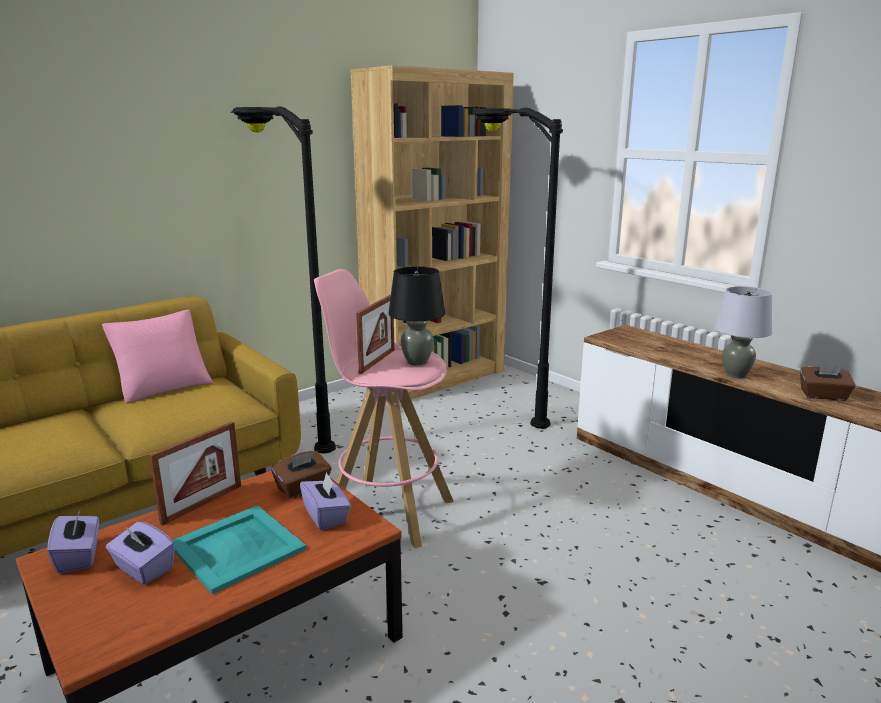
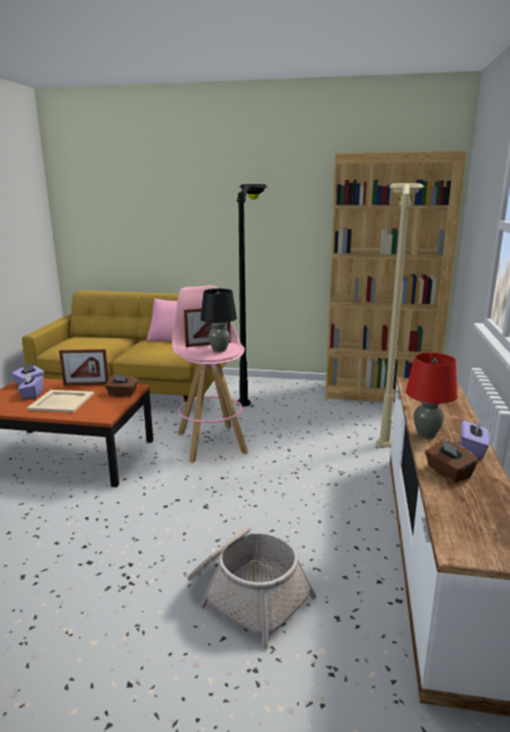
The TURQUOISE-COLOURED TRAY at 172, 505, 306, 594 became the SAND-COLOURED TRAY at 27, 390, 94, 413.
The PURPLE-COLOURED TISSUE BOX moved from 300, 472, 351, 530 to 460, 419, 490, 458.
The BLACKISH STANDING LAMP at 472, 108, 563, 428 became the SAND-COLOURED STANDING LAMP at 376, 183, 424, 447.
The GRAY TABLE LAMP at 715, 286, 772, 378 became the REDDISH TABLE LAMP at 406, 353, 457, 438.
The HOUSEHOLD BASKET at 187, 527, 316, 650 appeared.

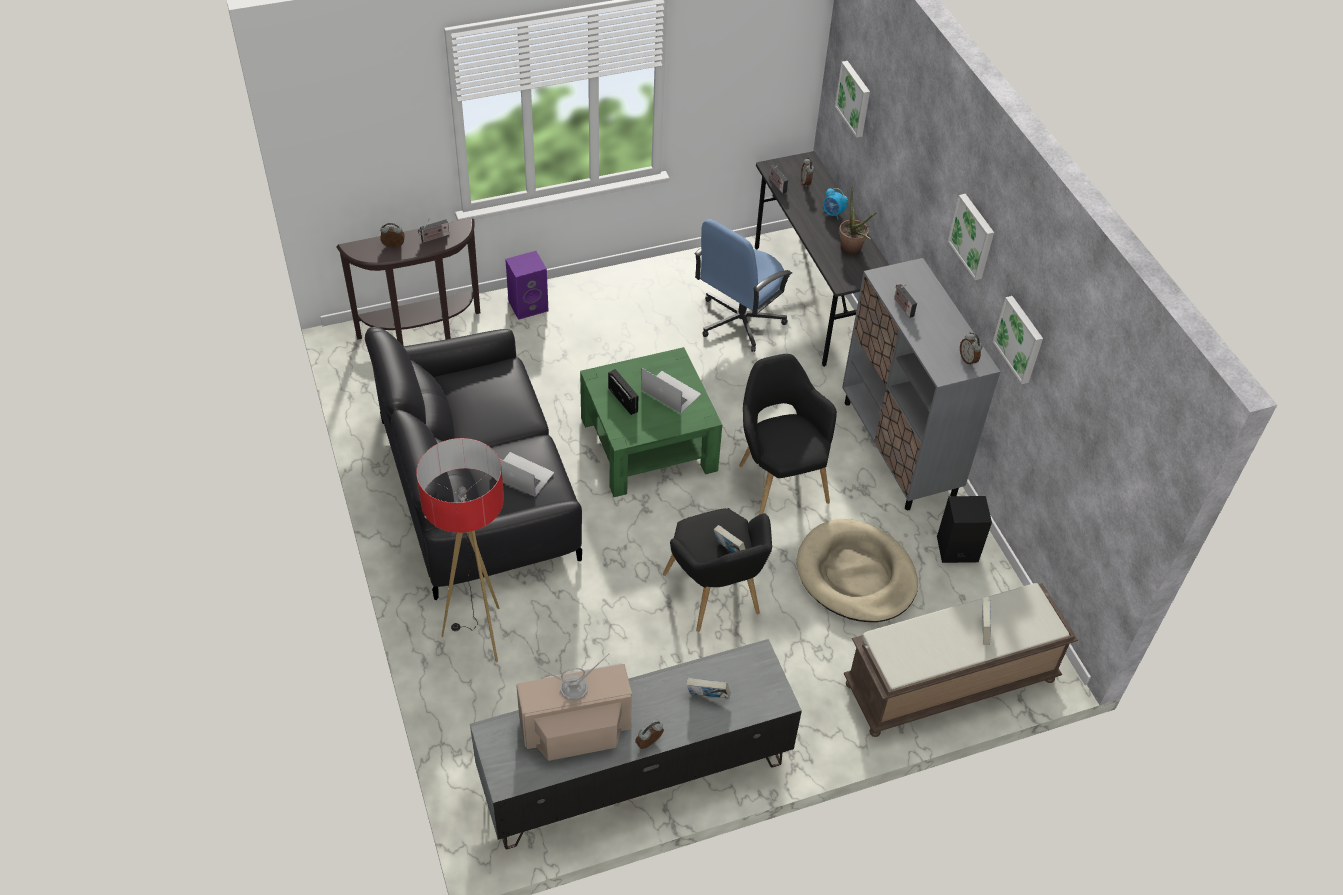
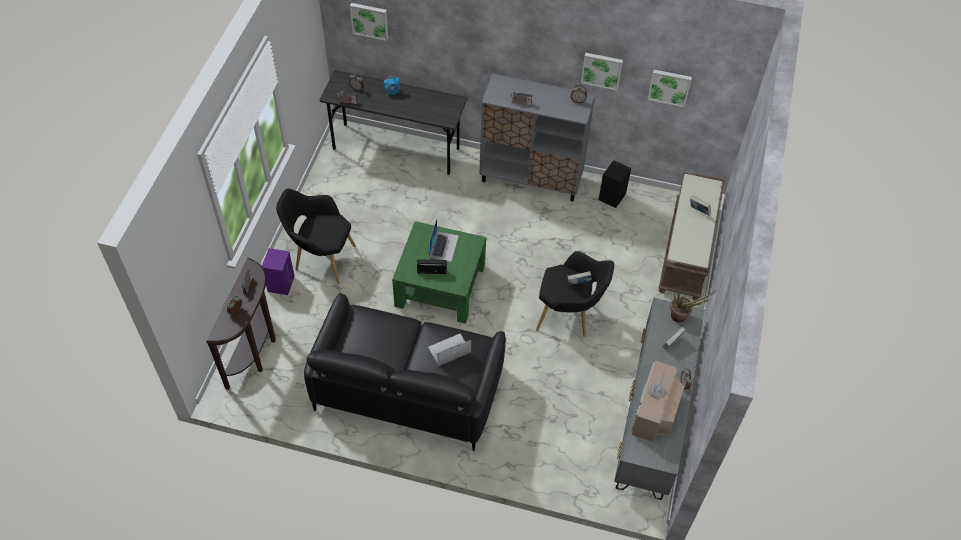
The STANDING LAMP at 416, 438, 504, 662 disappeared.
The NOTEBOOK COMPUTER at 641, 368, 701, 414 turned 120 degrees clockwise.
The BLUE COMPUTER CHAIR at 695, 219, 792, 352 disappeared.
The BLACKISH LOUNGE CHAIR moved from 739, 354, 837, 515 to 276, 188, 356, 284.
The SAND-COLOURED DOG BED at 797, 519, 918, 622 disappeared.
The HOUSEPLANT moved from 839, 185, 877, 255 to 670, 285, 717, 323.
The WALL PICTURE moved from 948, 194, 994, 280 to 648, 70, 692, 107.

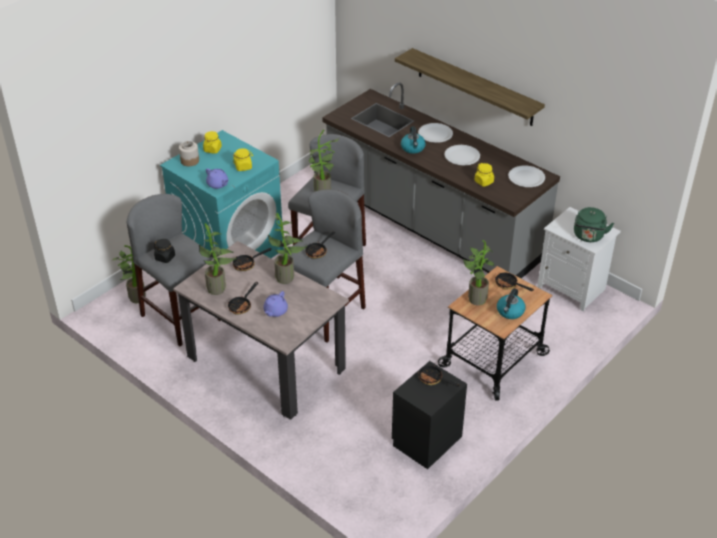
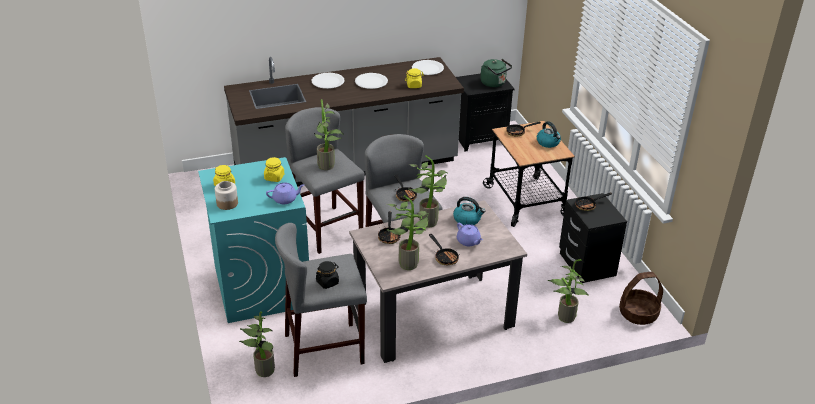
The BRACKET SHELF at 395, 48, 545, 126 disappeared.
The TEA KETTLE moved from 401, 126, 426, 154 to 453, 197, 485, 225.
The HOUSEPLANT moved from 463, 240, 494, 305 to 548, 259, 589, 323.
The WHITE NIGHTSTAND at 537, 207, 621, 312 became the BLACKISH NIGHTSTAND at 456, 74, 514, 151.
The HOUSEHOLD BASKET at 619, 272, 663, 325 appeared.

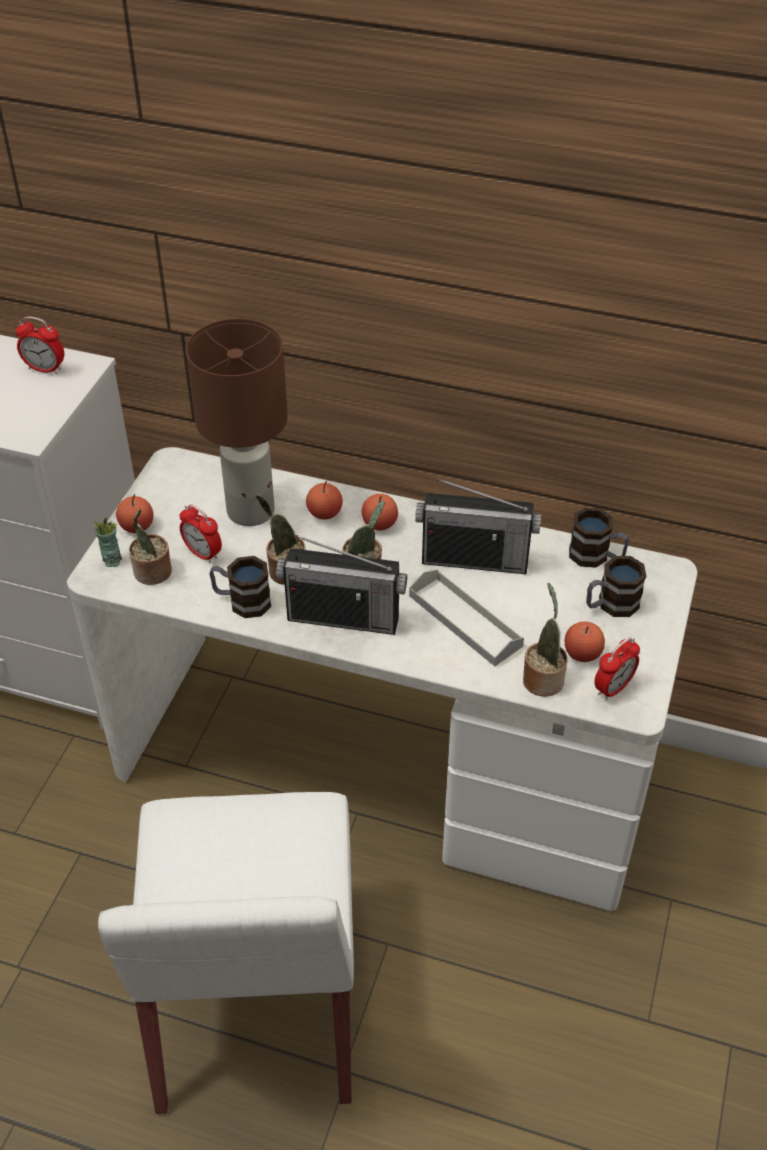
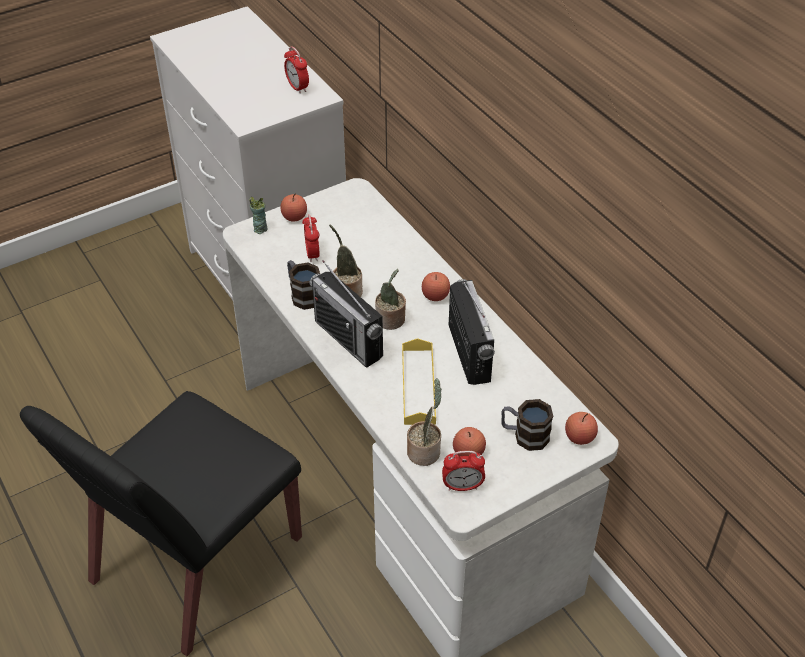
The WHITE PLAIN CHAIR at 98, 792, 354, 1114 became the BLACKISH PLAIN CHAIR at 20, 391, 302, 656.
The HOUSEPLANT at 129, 508, 172, 585 disappeared.
The BROWN TABLE LAMP at 186, 318, 288, 526 disappeared.
The APPLE FRUIT moved from 306, 481, 343, 520 to 565, 412, 598, 445.
The GRAY TRAY at 409, 569, 524, 666 became the YELLOW TRAY at 402, 338, 436, 425.
The RADIO RECEIVER at 415, 478, 541, 574 turned 150 degrees counterclockwise.
The TEA MUG at 569, 508, 629, 568 disappeared.

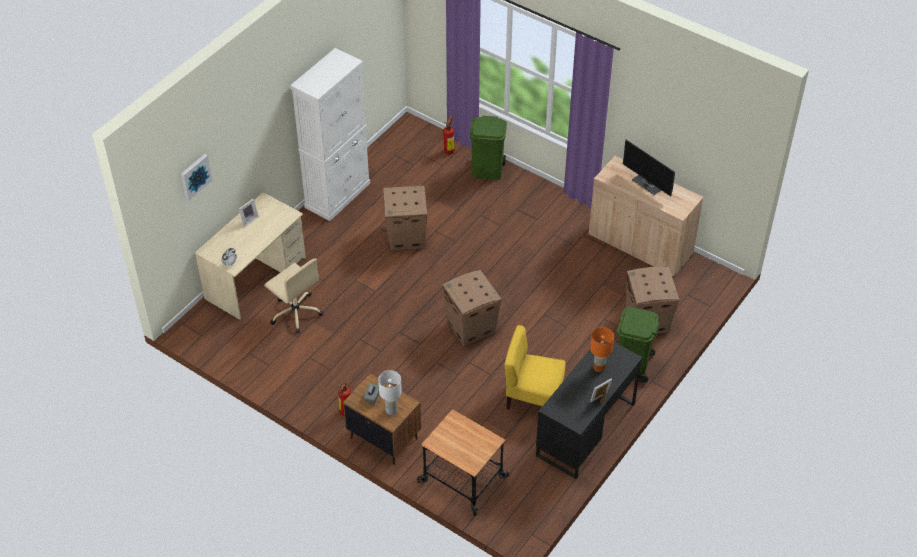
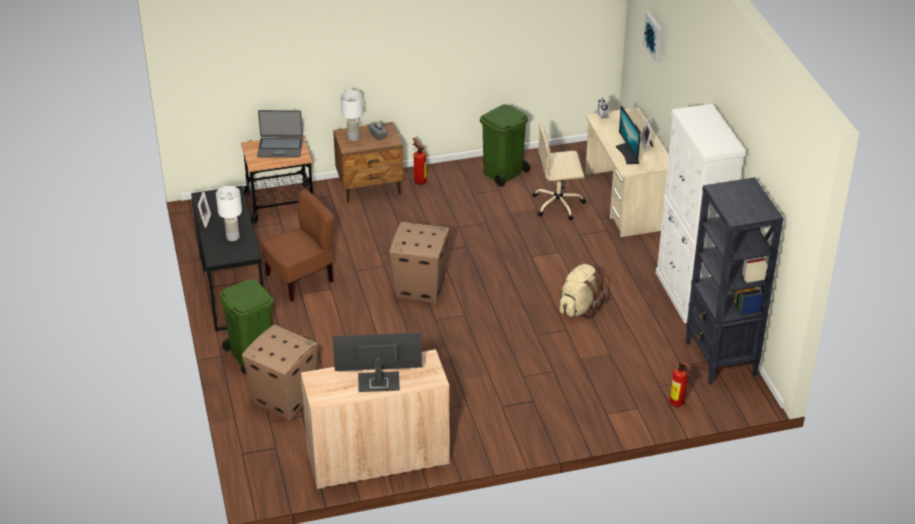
The CARTON at 383, 186, 427, 250 was replaced by the SAND-COLOURED KNAPSACK at 560, 264, 606, 319.
The GREENISH RUBBISH BIN moved from 470, 116, 507, 180 to 480, 104, 530, 187.
The YELLOW PLAIN CHAIR at 505, 325, 566, 409 became the BROWN PLAIN CHAIR at 261, 189, 334, 301.
The ORANGE TABLE LAMP at 590, 327, 614, 372 became the WHITE TABLE LAMP at 216, 186, 242, 241.
The NOTEBOOK COMPUTER at 257, 110, 303, 158 appeared.
The MONITOR at 616, 106, 641, 164 appeared.
The BLACKISH SHELVING UNIT at 685, 177, 784, 385 appeared.

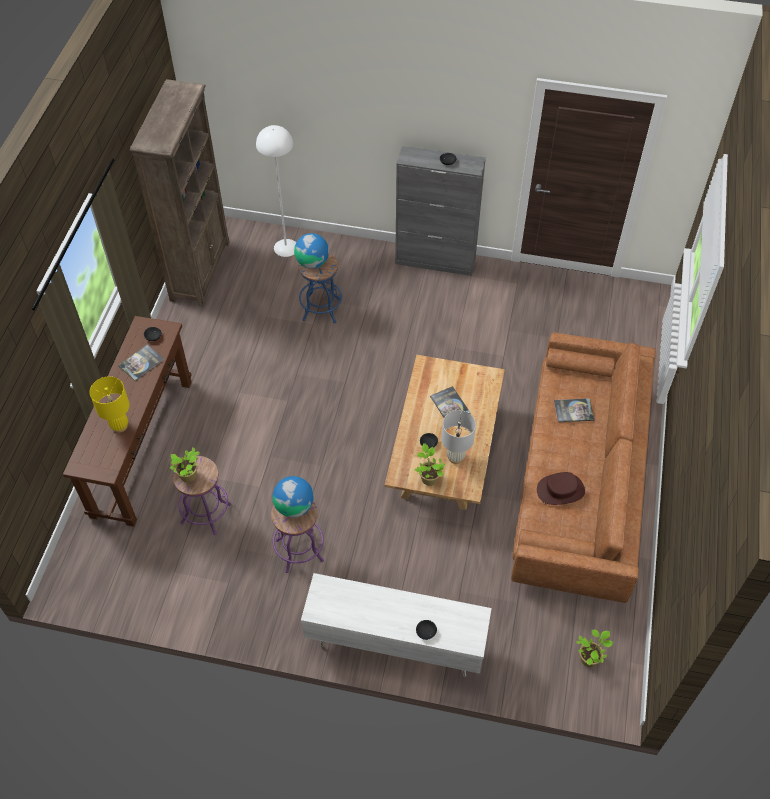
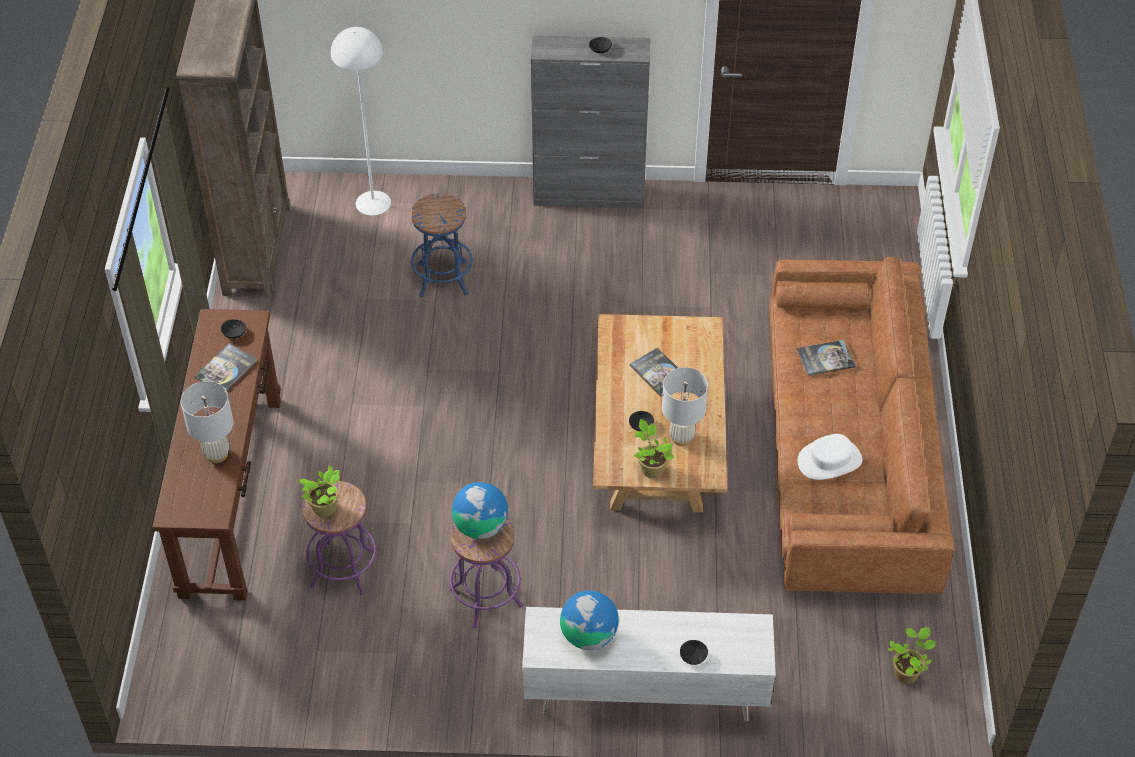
The YELLOW TABLE LAMP at 89, 376, 129, 433 became the WHITE TABLE LAMP at 181, 381, 233, 463.
The WORLD GLOBE moved from 294, 233, 329, 269 to 560, 590, 619, 650.
The BROWN WEARABLE HAT at 537, 472, 585, 505 became the WHITE WEARABLE HAT at 798, 434, 862, 480.

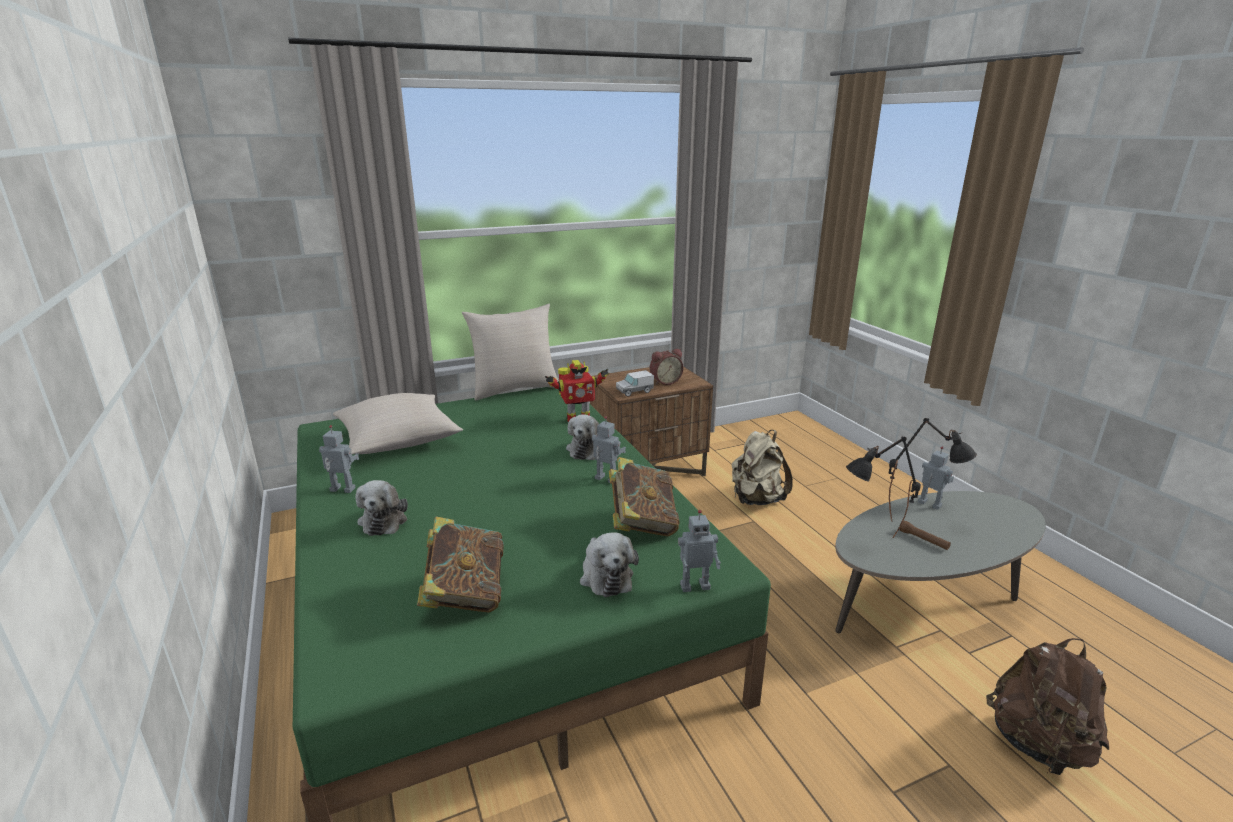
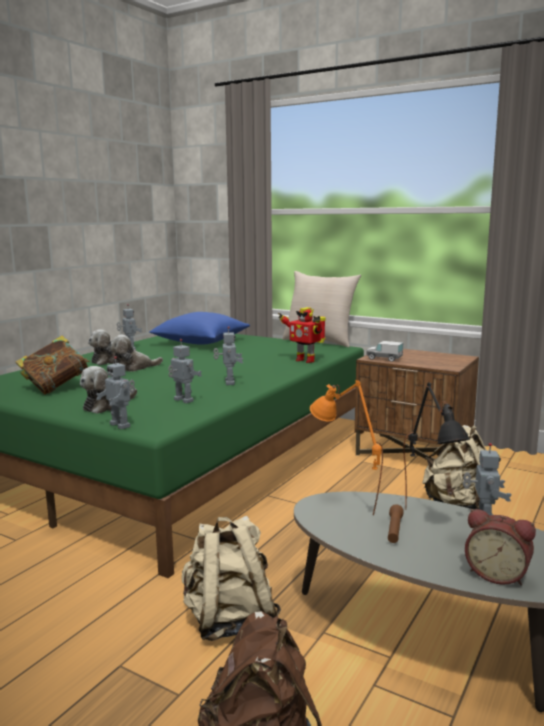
The SAND-COLOURED PILLOW at 333, 393, 463, 454 became the BLUE PILLOW at 149, 312, 250, 344.
The SOFT TOY moved from 566, 414, 599, 460 to 109, 335, 163, 371.
The BOOK at 609, 457, 680, 536 was replaced by the MODEL ROBOT at 168, 339, 202, 404.
The BEDSIDE CLOCK moved from 650, 349, 683, 385 to 465, 509, 536, 586.
The BLACKISH TABLE LAMP at 846, 436, 921, 538 became the ORANGE TABLE LAMP at 310, 380, 383, 515.
The SAND-COLOURED KNAPSACK at 182, 516, 281, 641 appeared.

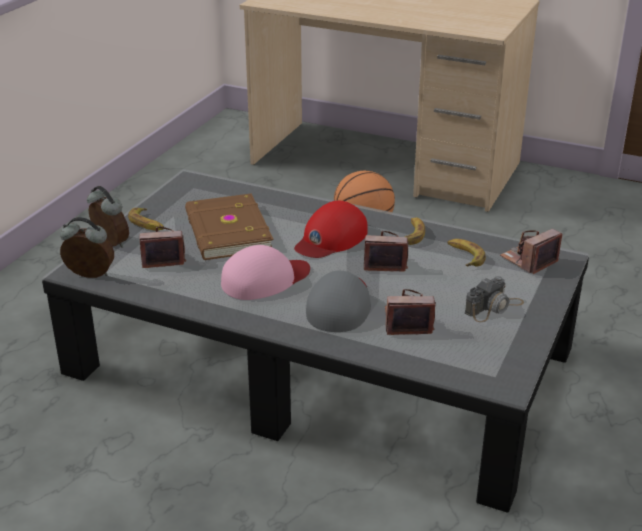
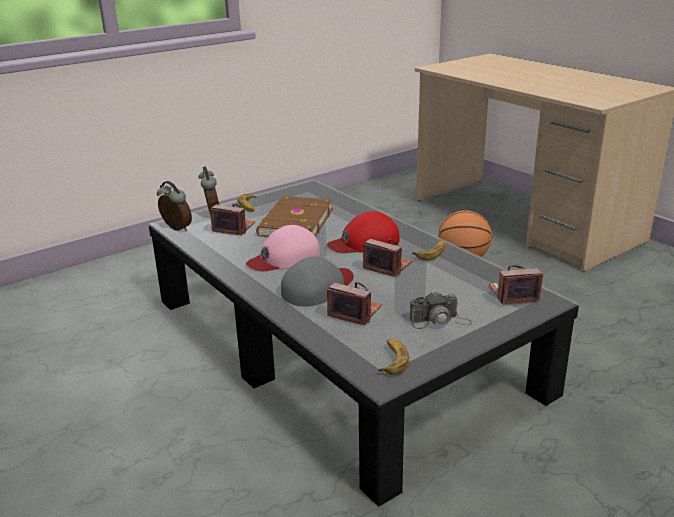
The PINKISH PEAKED CAP at 221, 245, 310, 300 turned 150 degrees clockwise.
The BANANA FRUIT moved from 447, 239, 486, 267 to 378, 339, 409, 375.

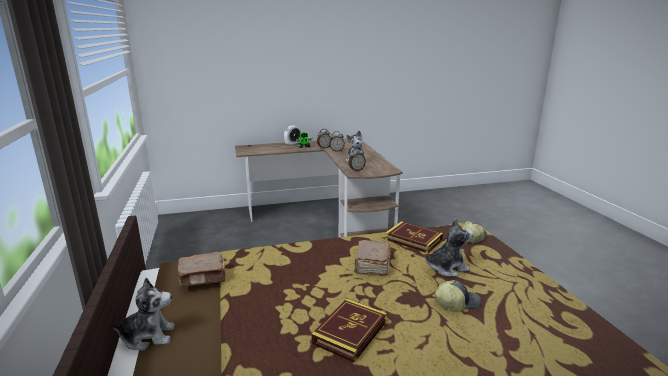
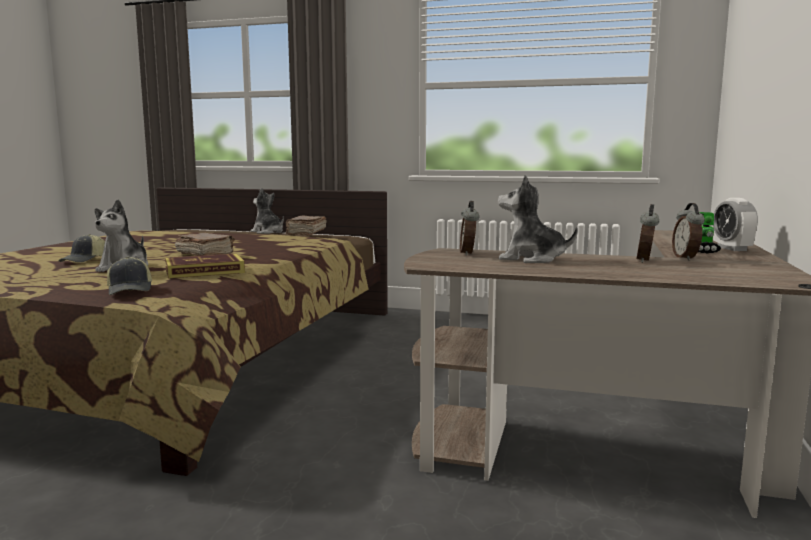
The SOFT TOY at 113, 278, 175, 351 turned 105 degrees clockwise.
The BOOK at 311, 299, 387, 363 disappeared.

